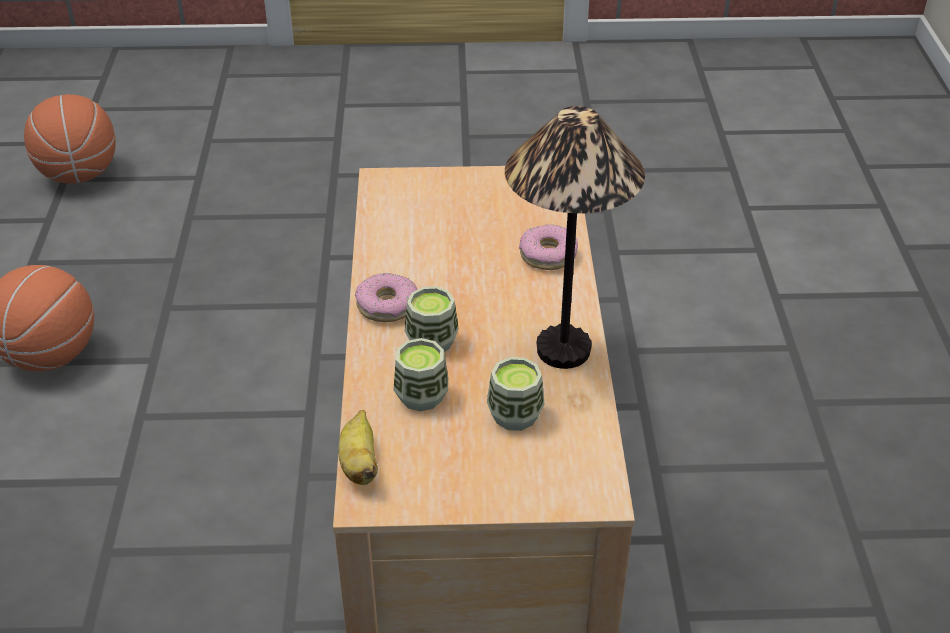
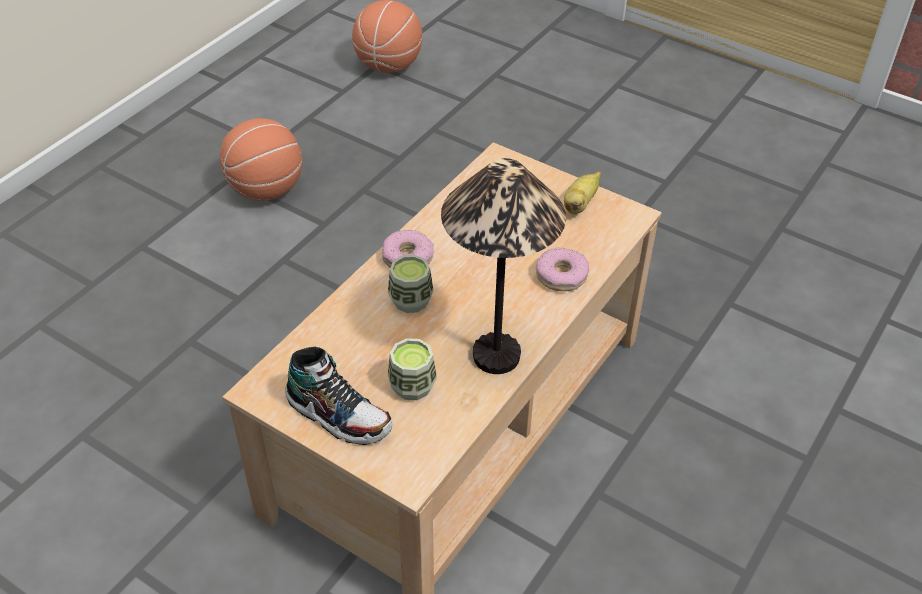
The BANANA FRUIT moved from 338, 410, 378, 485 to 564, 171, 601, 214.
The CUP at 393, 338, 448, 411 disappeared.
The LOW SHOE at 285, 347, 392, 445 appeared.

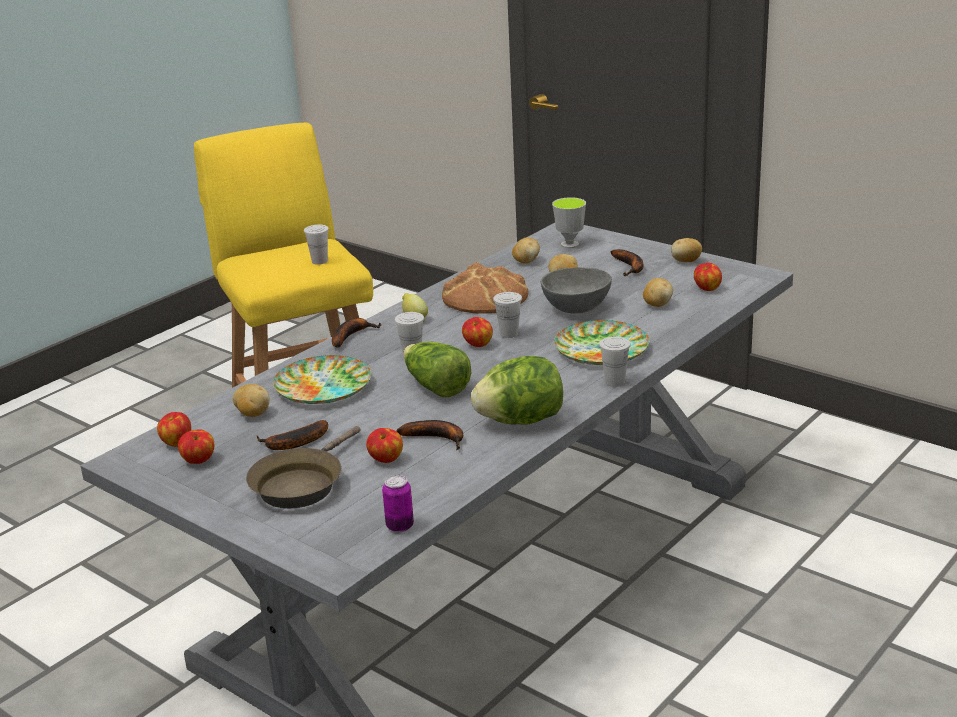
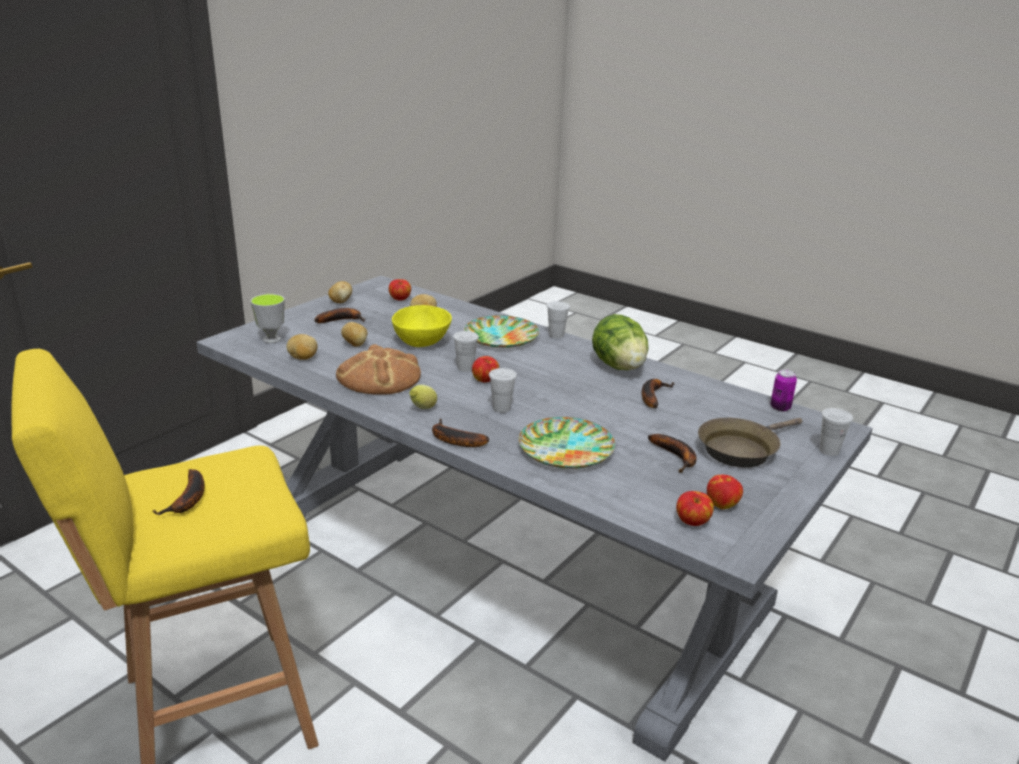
The POTATO at 233, 384, 270, 417 disappeared.
The BROWN SKILLET at 246, 426, 361, 508 turned 120 degrees clockwise.
The WHITE CUP moved from 304, 225, 329, 265 to 820, 408, 853, 456.
The APPLE FRUIT at 366, 428, 403, 463 disappeared.
The HEAD OF LETTUCE at 403, 341, 471, 397 disappeared.
The GRAY DEEP DISH at 540, 267, 612, 314 became the YELLOW DEEP DISH at 392, 305, 452, 347.
The BANANA FRUIT at 152, 469, 205, 515 appeared.

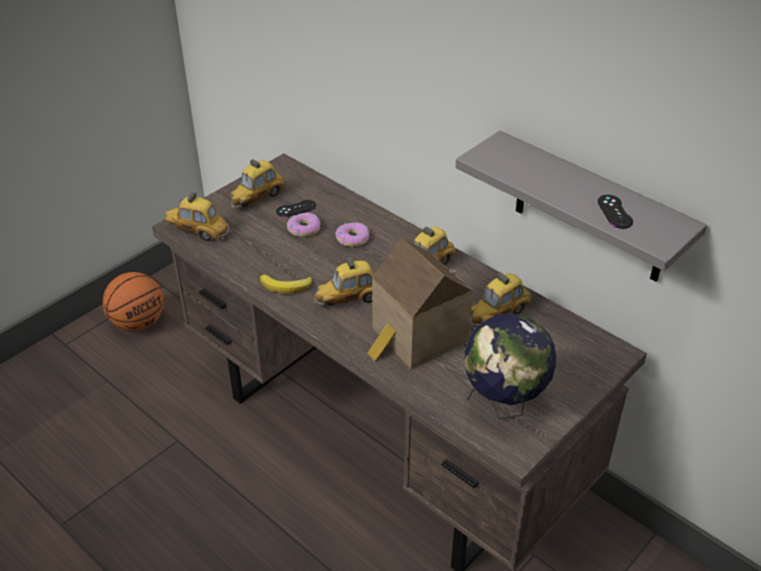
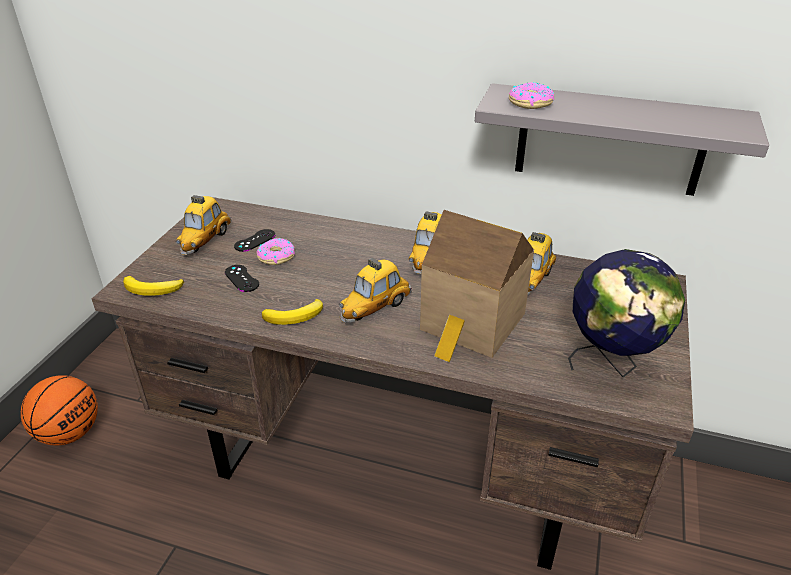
The MODEL CAR at 164, 192, 229, 241 was replaced by the BANANA FRUIT at 123, 276, 184, 296.
The DOUGHNUT moved from 335, 223, 369, 247 to 509, 82, 554, 109.
The BLACKISH JOYPAD moved from 597, 195, 633, 229 to 225, 265, 259, 292.

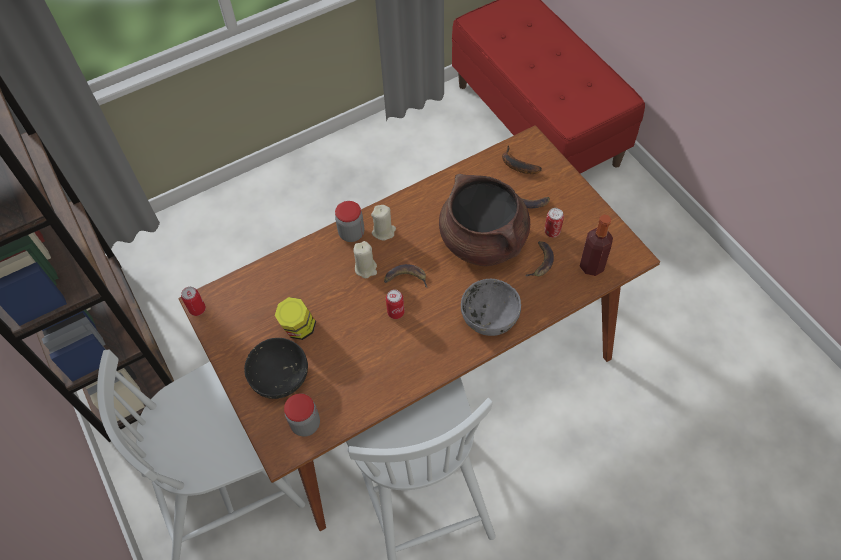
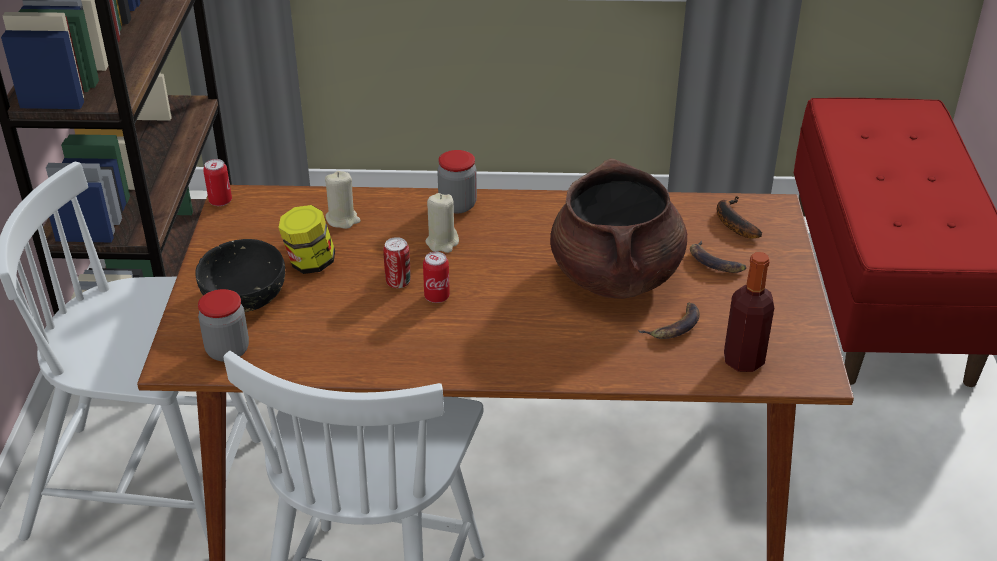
The SAND-COLOURED CANDLE moved from 371, 205, 396, 240 to 325, 171, 361, 229.
The BANANA FRUIT at 384, 264, 427, 288 disappeared.
The GRAY DEEP DISH at 461, 279, 521, 336 disappeared.
The CAN moved from 545, 208, 564, 238 to 383, 237, 411, 288.

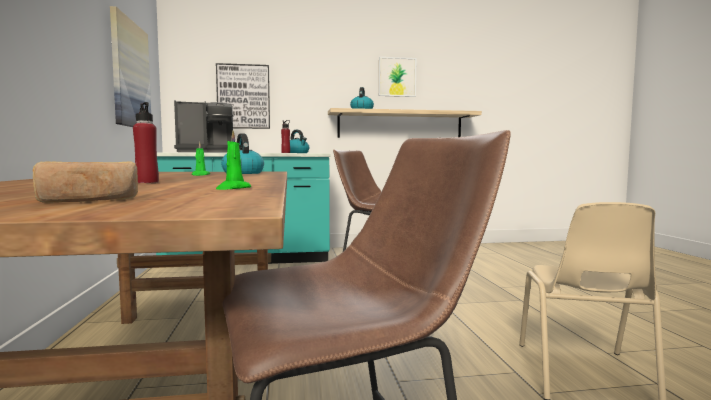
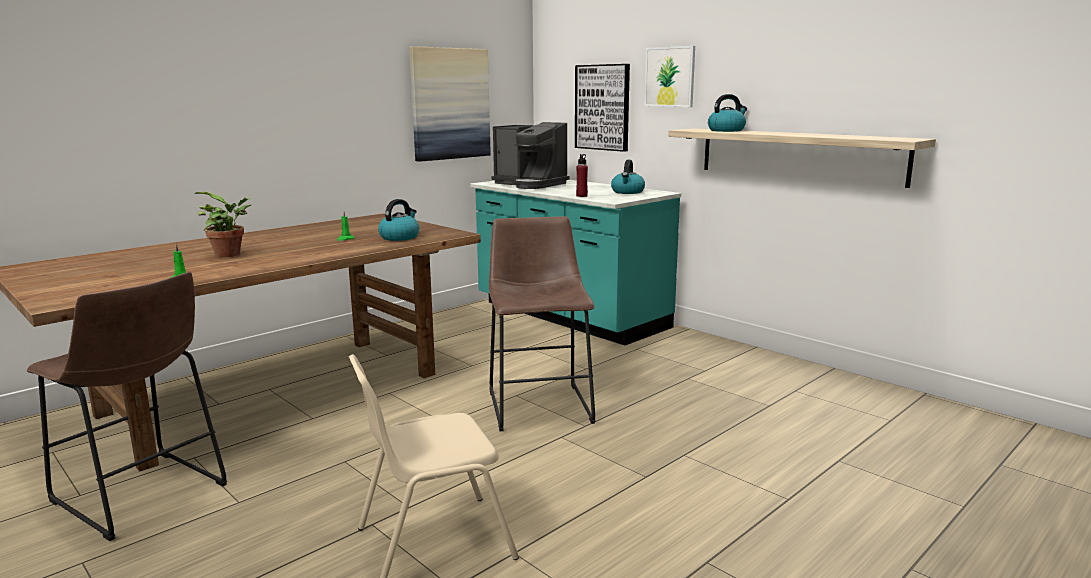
The BAKERY BREAD at 33, 161, 138, 203 disappeared.
The REDDISH BOTTLE at 133, 102, 159, 183 was replaced by the HOUSEPLANT at 194, 191, 251, 257.
The WALL PICTURE moved from 379, 57, 416, 97 to 644, 46, 695, 107.

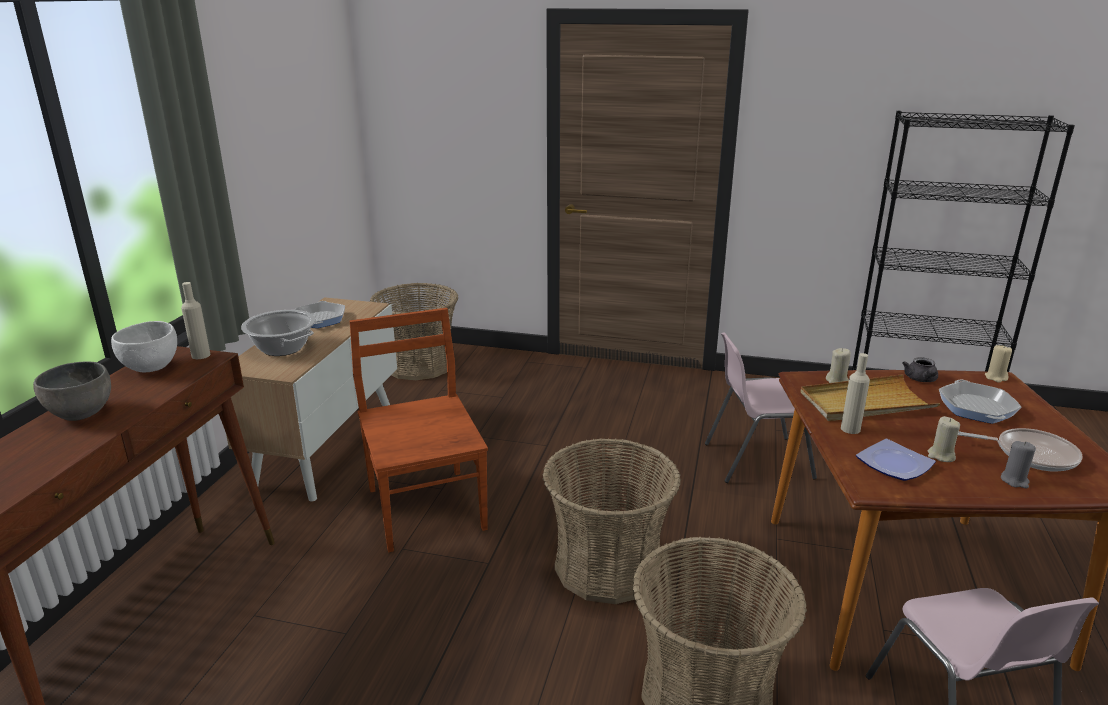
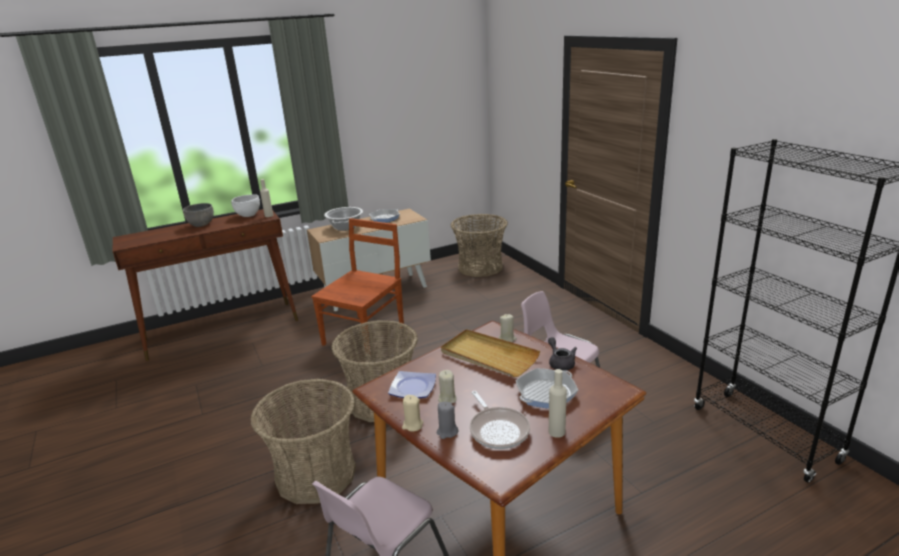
The SAND-COLOURED BOTTLE moved from 841, 353, 870, 434 to 549, 369, 567, 438.
The GRAY TEA POT at 902, 357, 938, 382 turned 105 degrees clockwise.
The SAND-COLOURED CANDLE moved from 985, 345, 1012, 383 to 402, 395, 424, 431.

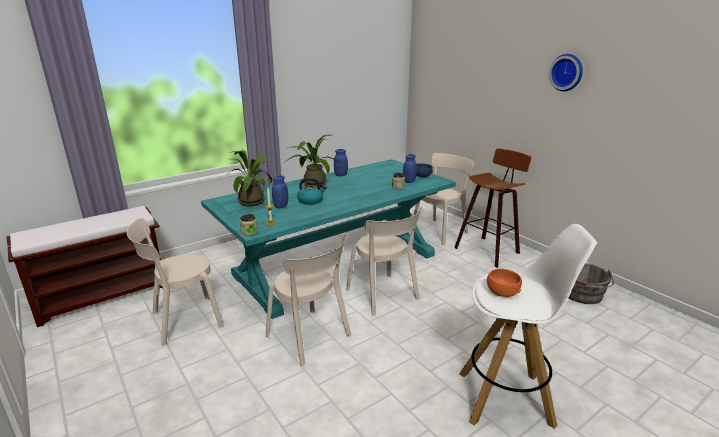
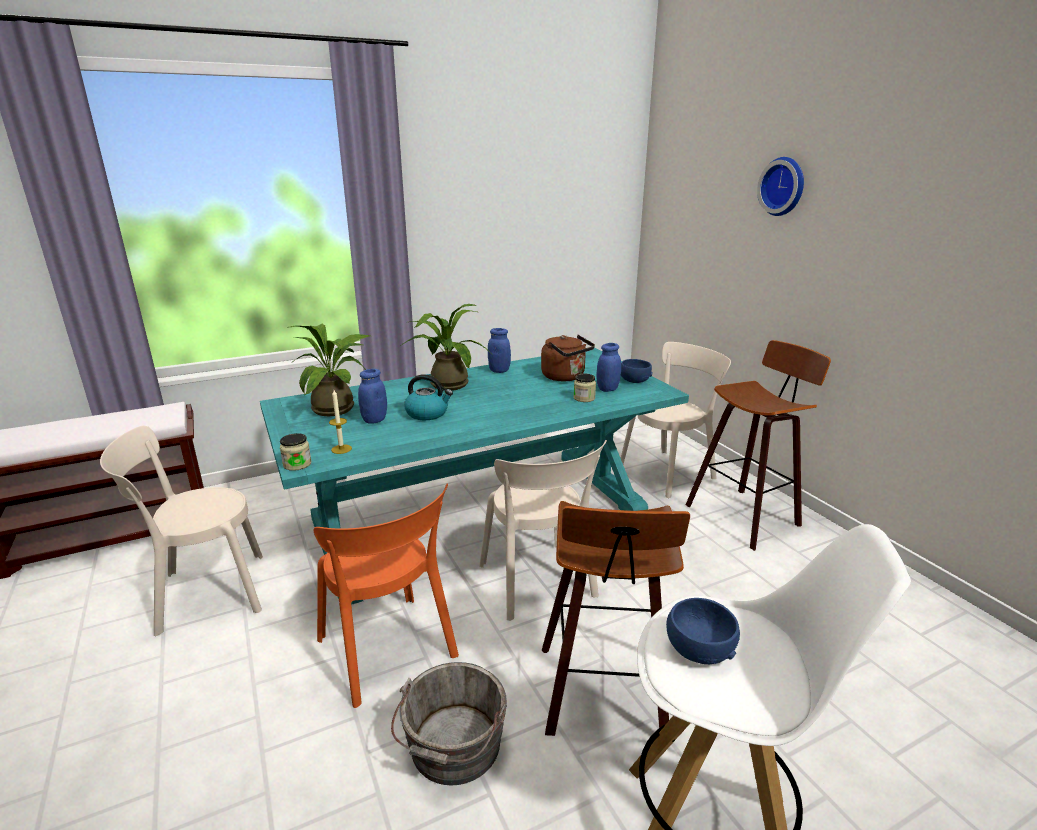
The SAND-COLOURED PLAIN CHAIR at 265, 234, 351, 366 became the ORANGE PLAIN CHAIR at 314, 484, 459, 708.
The ORANGE DEEP DISH at 487, 269, 522, 297 became the BLUE DEEP DISH at 666, 598, 740, 664.
The WALL CLOCK moved from 549, 54, 583, 91 to 757, 157, 804, 216.
The GRAY BUCKET moved from 569, 263, 614, 304 to 391, 662, 507, 786.
The BROWN TEA KETTLE at 541, 335, 595, 381 appeared.
The STOOL SEAT at 542, 501, 690, 736 appeared.

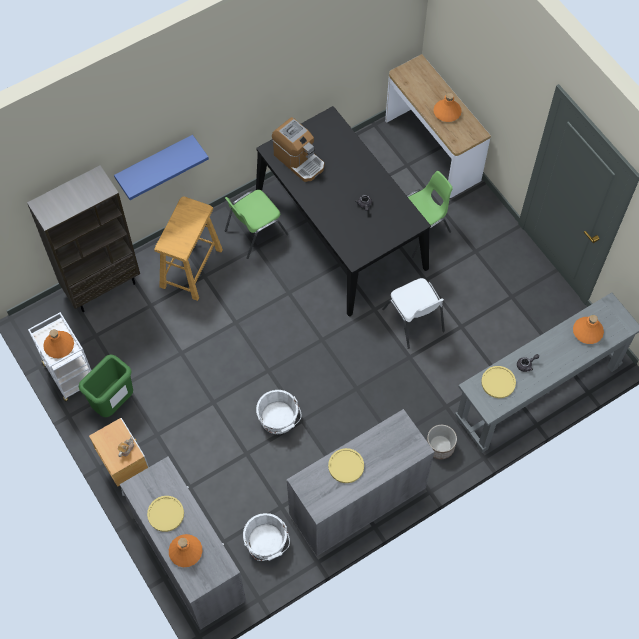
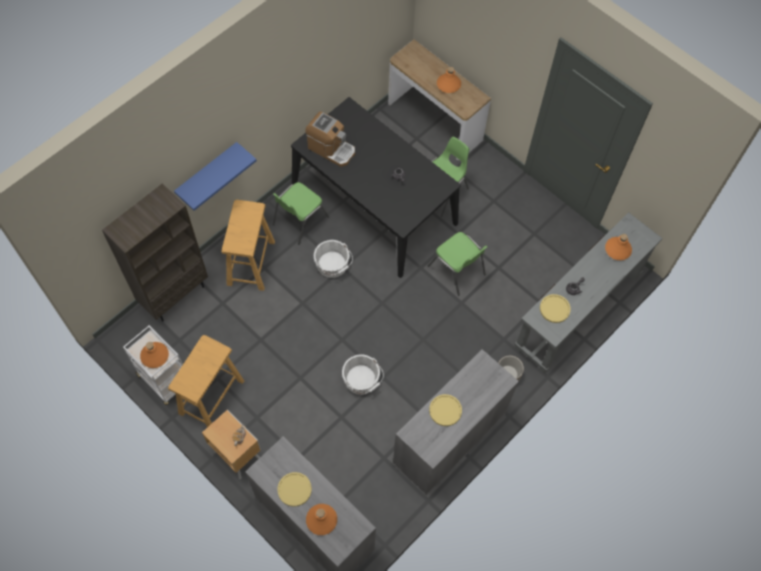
The GREENISH RUBBISH BIN at 79, 354, 133, 417 was replaced by the SAND-COLOURED STOOL SEAT at 168, 335, 244, 427.
The WHITE BUCKET moved from 243, 513, 290, 561 to 314, 240, 353, 278.
The WHITE PLAIN CHAIR at 382, 278, 445, 349 became the GREENISH PLAIN CHAIR at 428, 232, 487, 296.

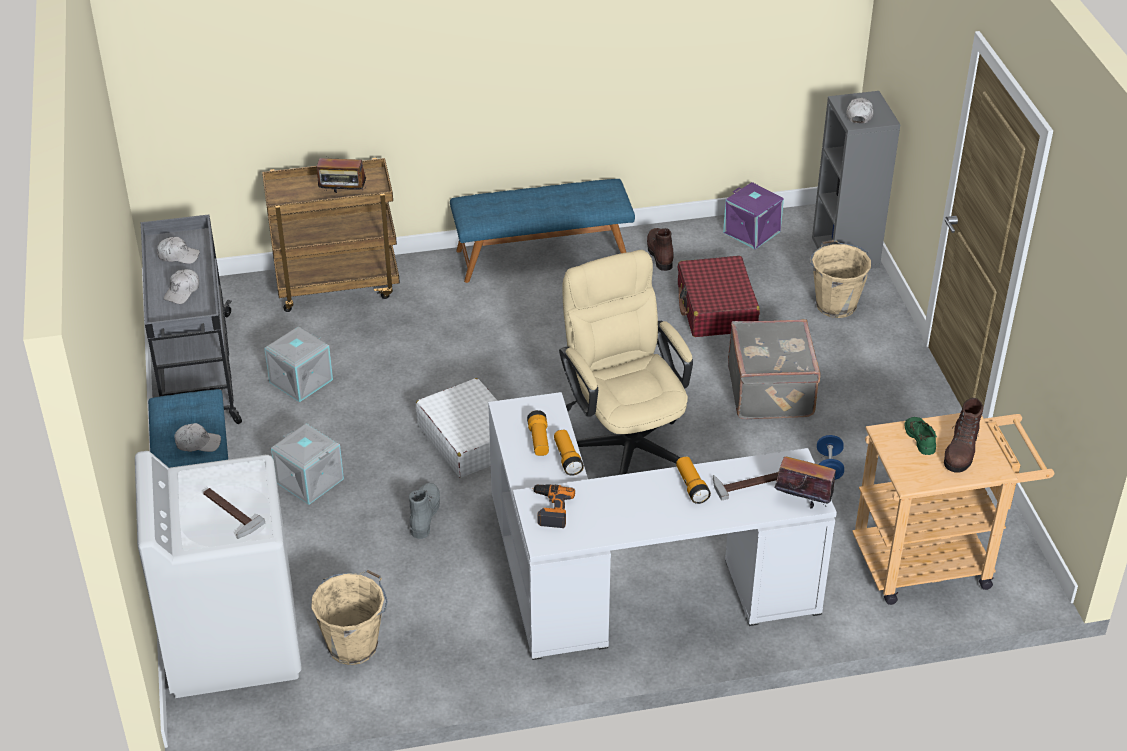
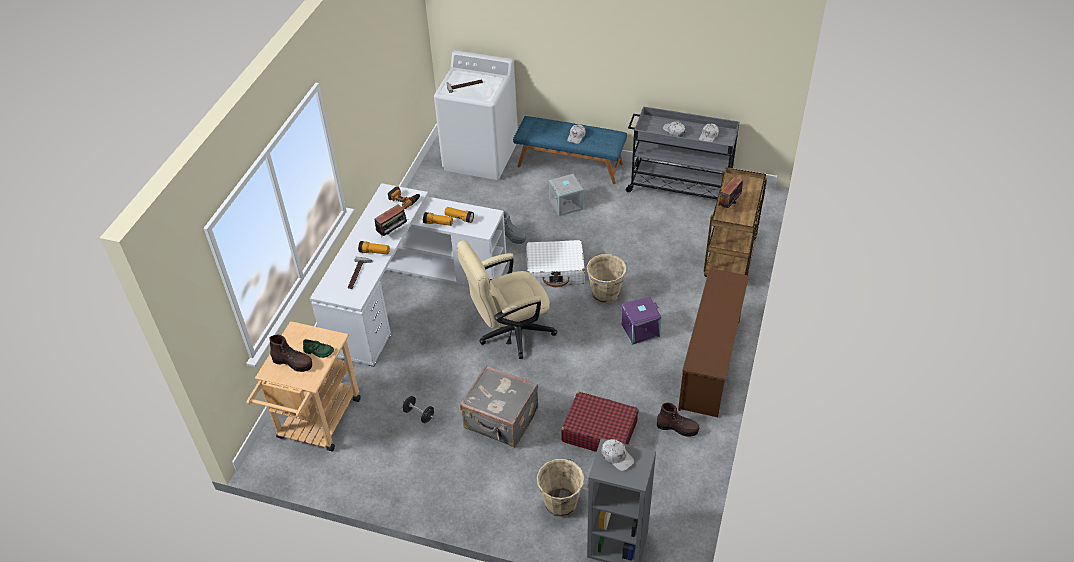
The GRAY STORAGE BIN at 264, 326, 333, 402 disappeared.
The SAND-COLOURED BUCKET moved from 311, 570, 388, 665 to 587, 254, 628, 304.
The BLUE BENCH at 450, 179, 635, 283 was replaced by the BROWN SHOE RACK at 678, 268, 749, 417.
The SAND-COLOURED COMPUTER CHAIR at 559, 250, 693, 475 turned 150 degrees clockwise.
The PURPLE-COLOURED STORAGE BIN moved from 723, 182, 784, 249 to 621, 296, 662, 345.
The RADIO RECEIVER moved from 774, 456, 836, 509 to 375, 204, 409, 236.
The BLUE DUMBBELL at 817, 435, 844, 480 became the BLACKISH DUMBBELL at 403, 396, 434, 423.
The BROWN BOOT at 944, 398, 983, 473 turned 150 degrees clockwise.

